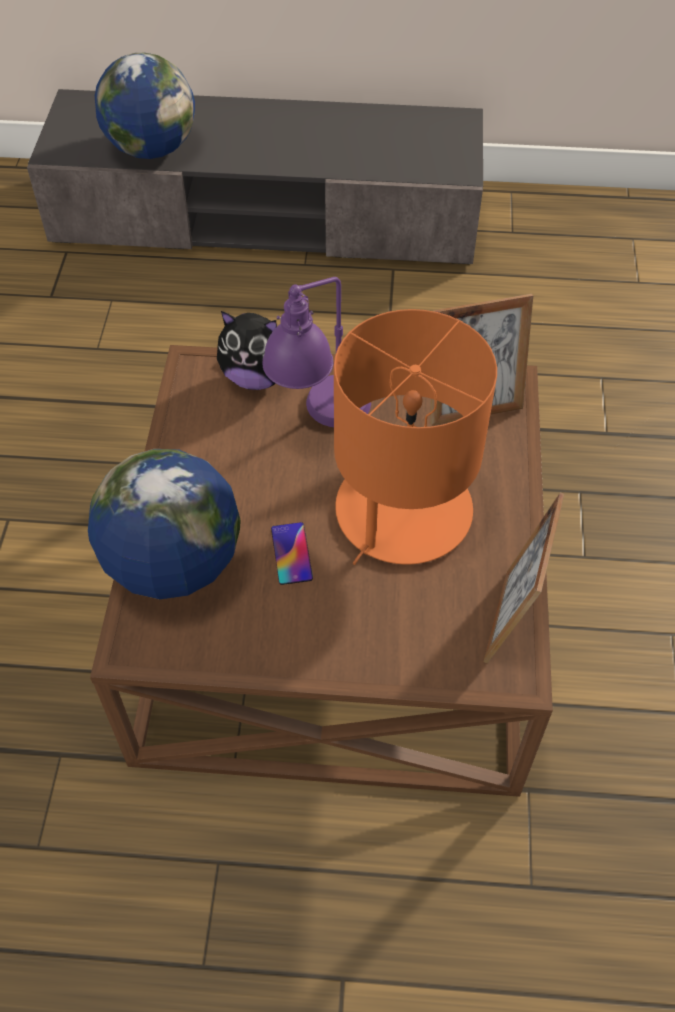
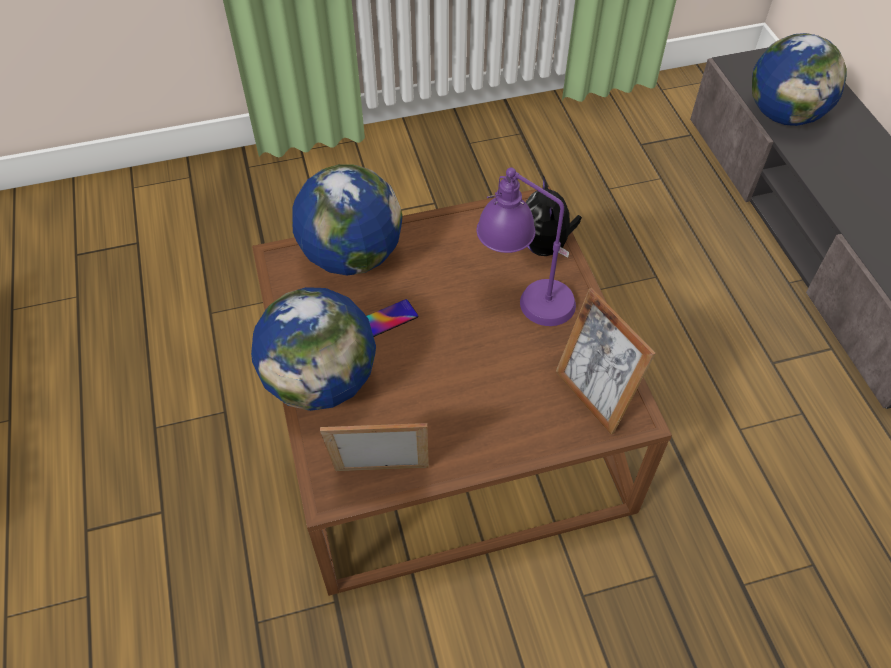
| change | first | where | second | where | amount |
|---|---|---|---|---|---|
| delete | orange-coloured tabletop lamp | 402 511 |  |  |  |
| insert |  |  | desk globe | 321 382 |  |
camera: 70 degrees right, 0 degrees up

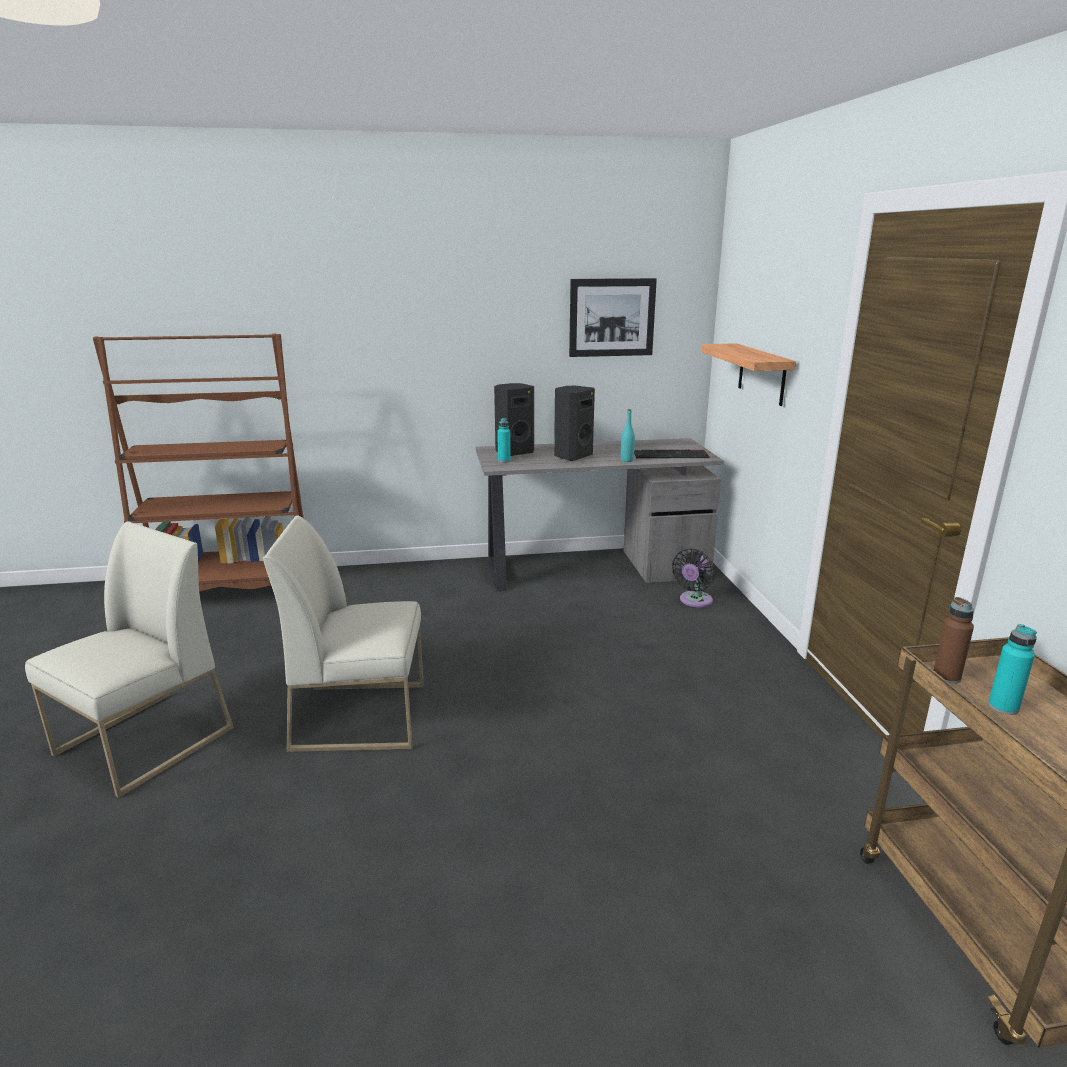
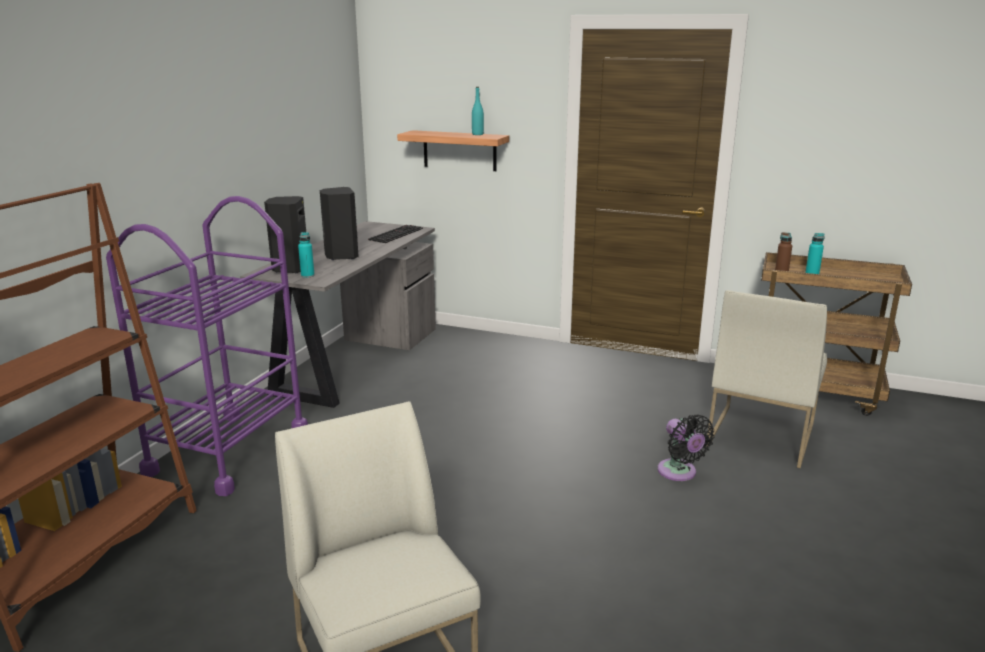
| change | first | where | second | where | amount |
|---|---|---|---|---|---|
| move | white upright chair | 361 715 |  | 759 434 |  |
| delete | wall picture | 612 317 |  |  |  |
| move | turquoise bottle | 627 460 |  | 477 134 |  |
| move | black-coloured fan | 694 601 |  | 679 473 |  |
| insert |  |  | purple cart | 228 451 |  |
camera: 60 degrees left, 0 degrees up

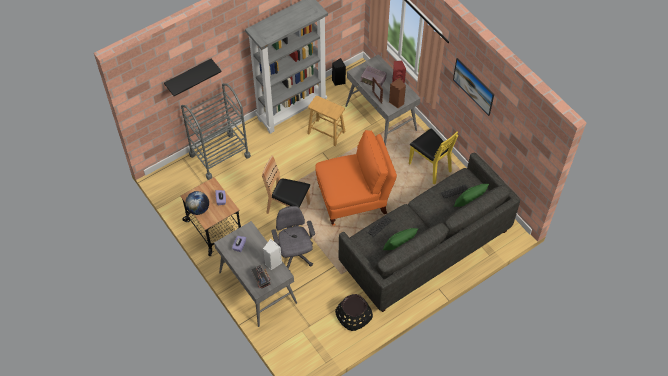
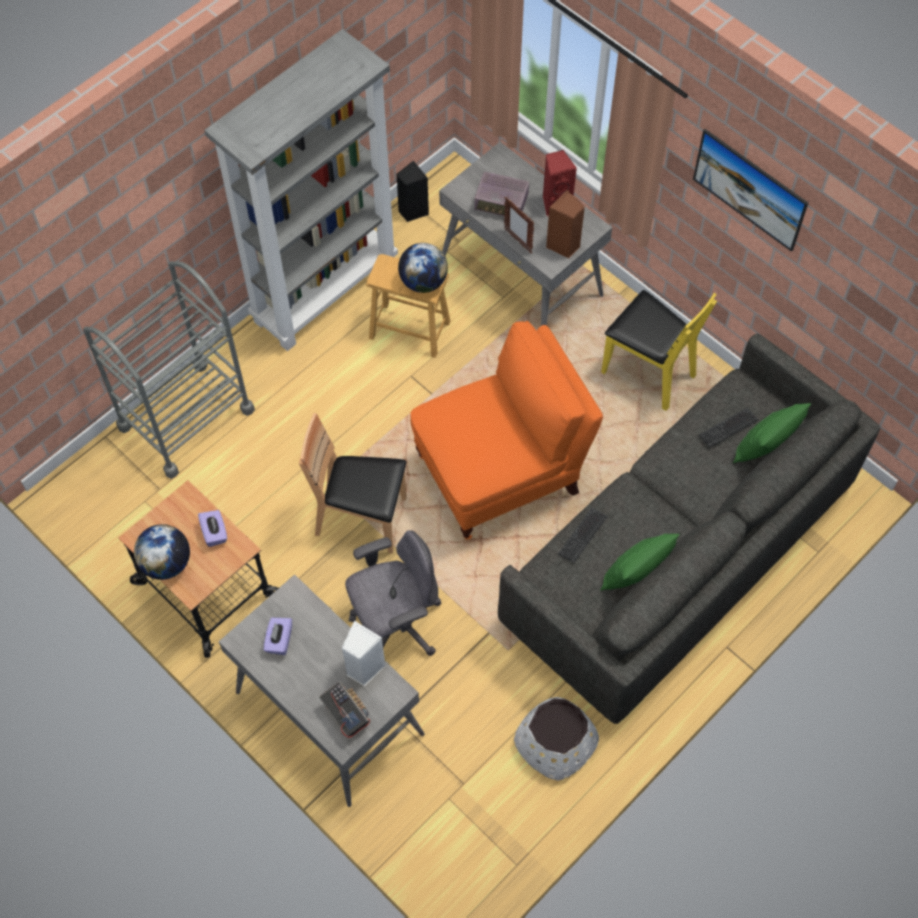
| change | first | where | second | where | amount |
|---|---|---|---|---|---|
| delete | black-coloured bracket shelf | 188 76 |  |  |  |
| rotate | gray desk chair | 294 255 |  | 396 623 | 90 degrees clockwise |
| recolor | black-coloured flower pot | 353 315 | white flower pot | 555 742 |  |
| insert |  |  | desk globe | 423 282 |  |
camera: 10 degrees left, 5 degrees up

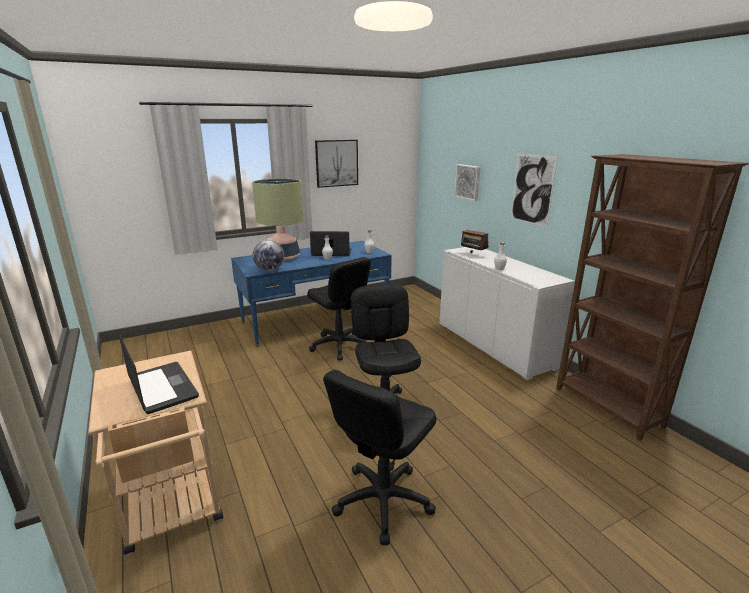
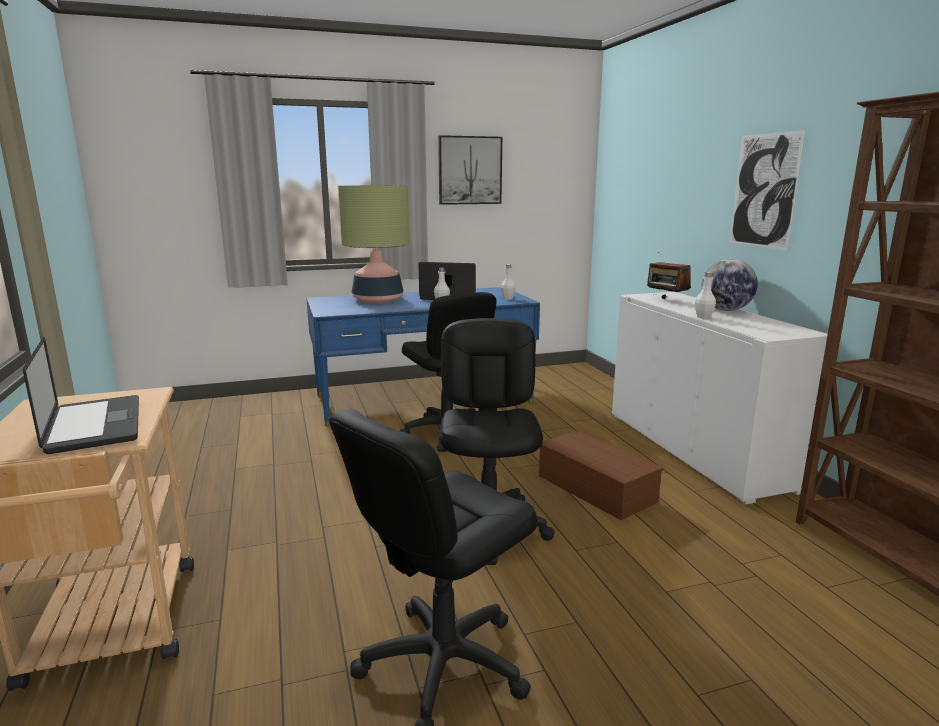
| change | first | where | second | where | amount |
|---|---|---|---|---|---|
| move | desk globe | 269 270 |  | 726 310 |  |
| delete | wall picture | 468 182 |  |  |  |
| insert |  |  | brown-coloured storage container | 598 488 |  |
camera: 10 degrees right, 5 degrees down

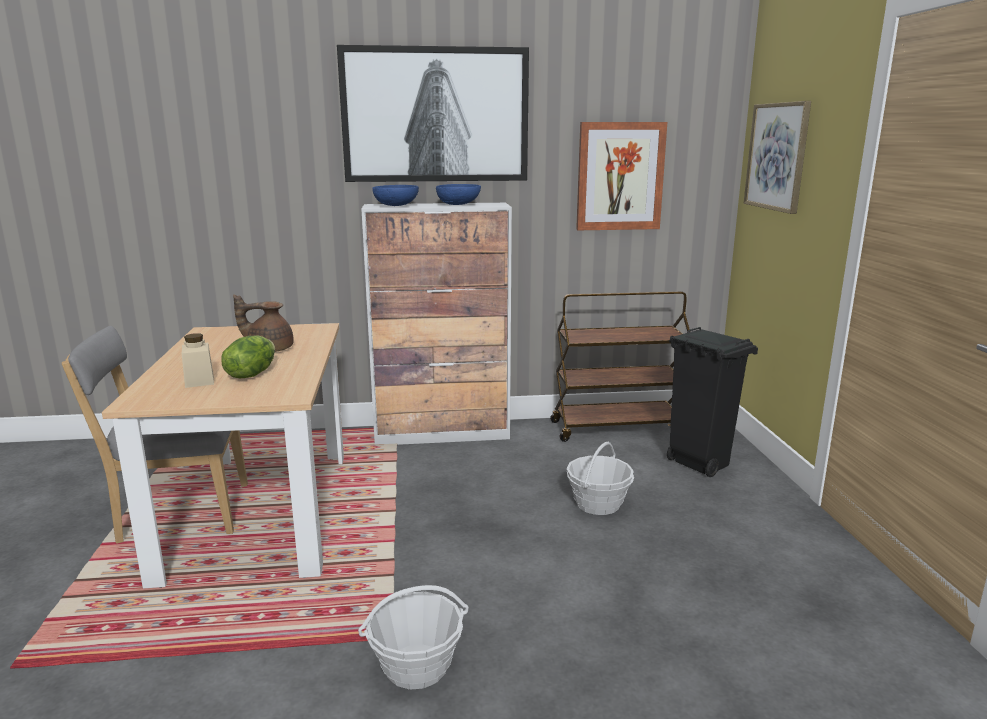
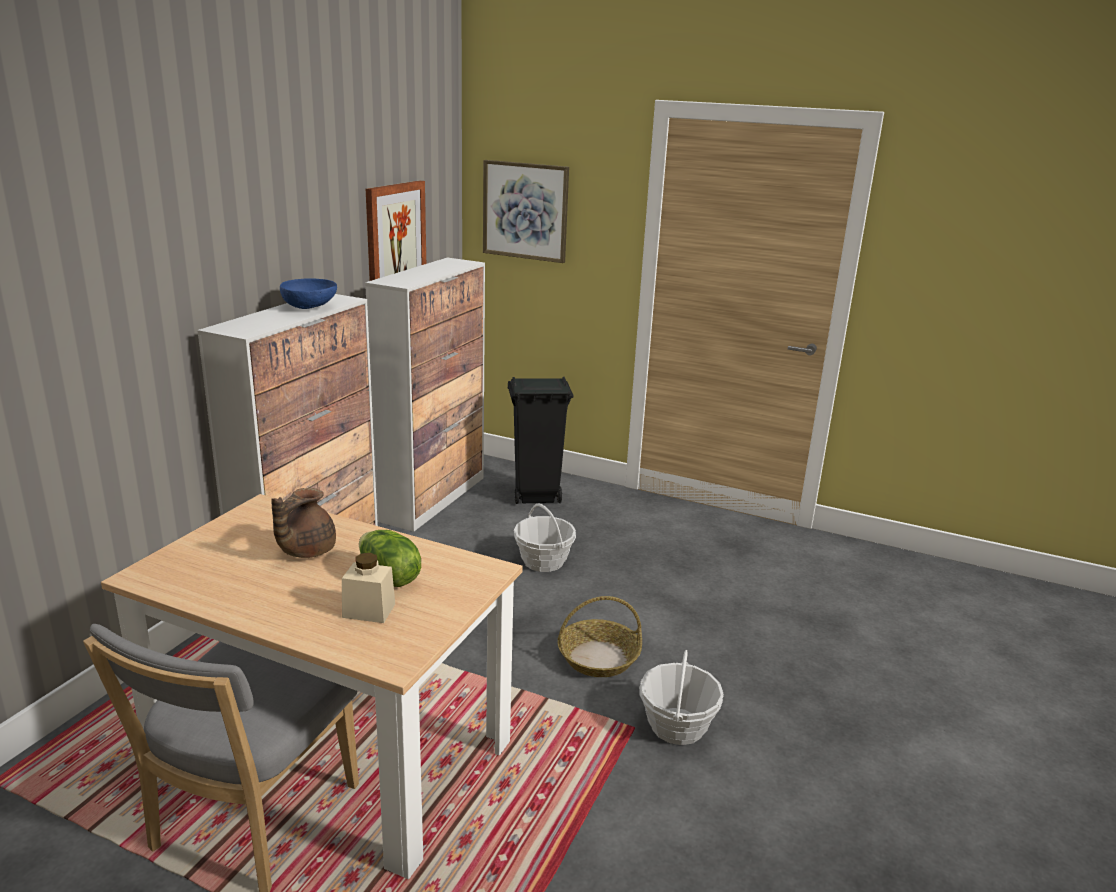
| change | first | where | second | where | amount |
|---|---|---|---|---|---|
| delete | wall picture | 435 115 |  |  |  |
| delete | blue bowl | 396 206 |  |  |  |
| replace | brown-coloured cart | 617 428 | storage cabinet | 433 498 |  |
| insert |  |  | household basket | 599 657 |  |
camera: 60 degrees left, 5 degrees up

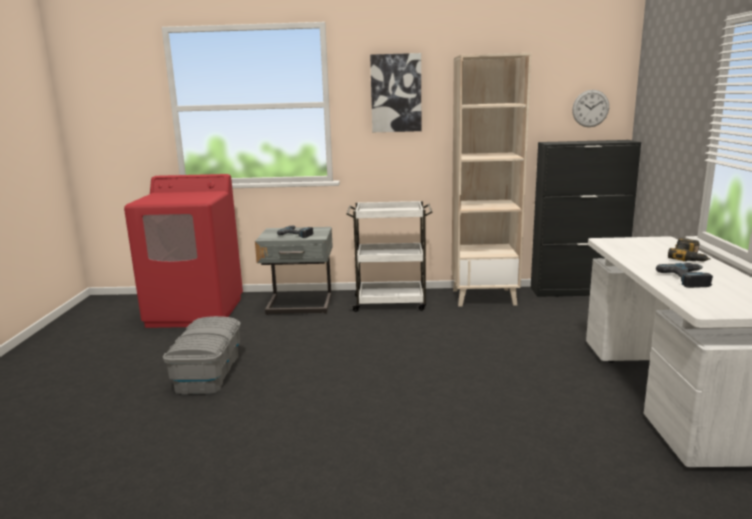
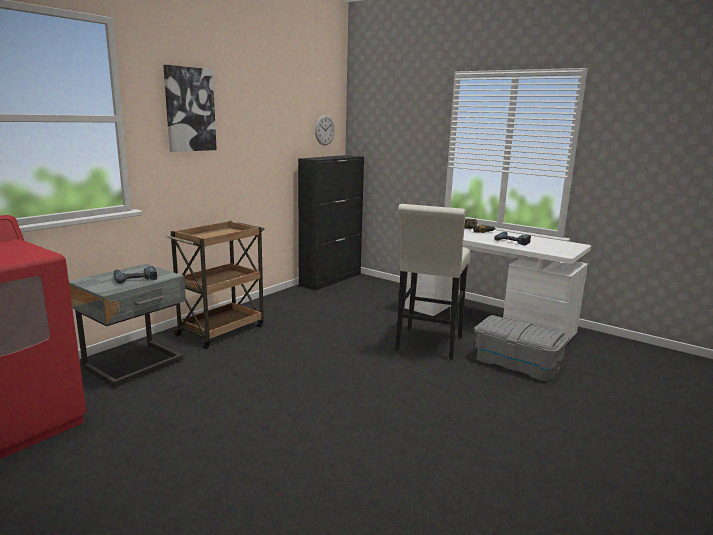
| change | first | where | second | where | amount |
|---|---|---|---|---|---|
| move | gray storage container | 208 373 |  | 517 363 |  |
| recolor | white cart | 391 303 | brown-coloured cart | 222 330 |  |
| delete | sand-coloured bookshelf | 484 297 |  |  |  |
| insert |  |  | white sitting stool | 428 345 |  |
camera: 55 degrees left, 0 degrees up

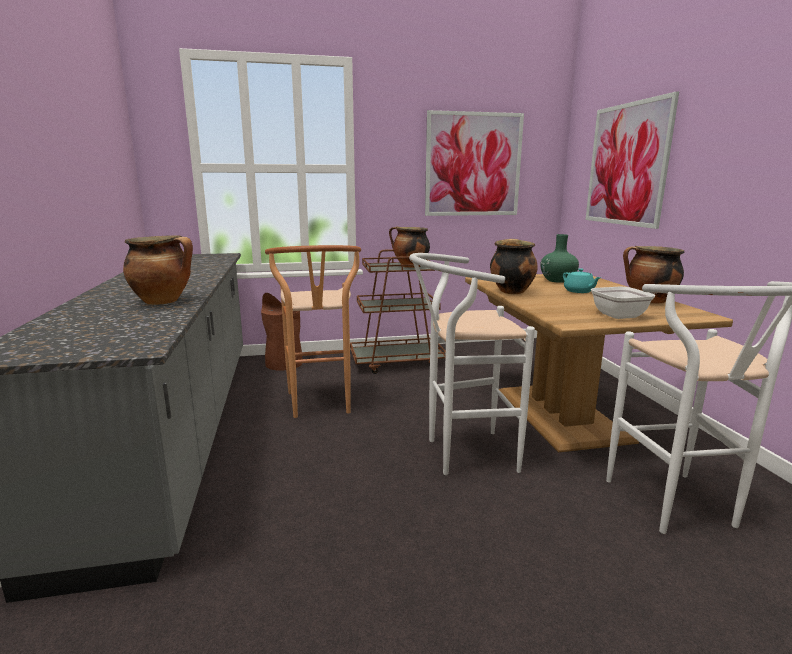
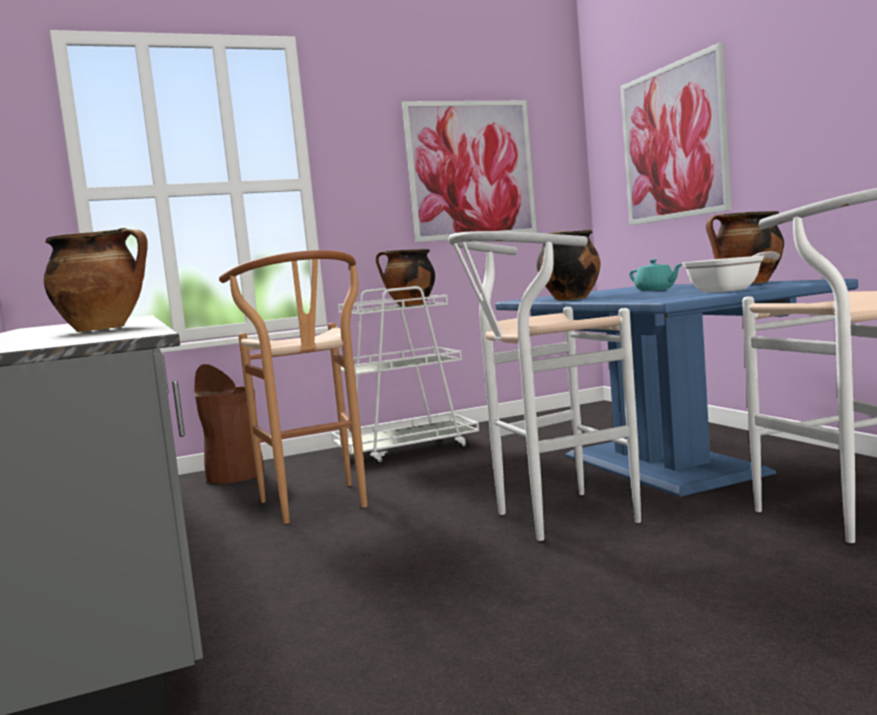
| change | first | where | second | where | amount |
|---|---|---|---|---|---|
| recolor | brown-coloured cart | 397 362 | white cart | 407 451 |  |
| recolor | brown-coloured dinner table | 562 414 | blue dinner table | 663 463 |  |
| delete | green vase | 557 280 |  |  |  |
camera: 10 degrees left, 10 degrees down

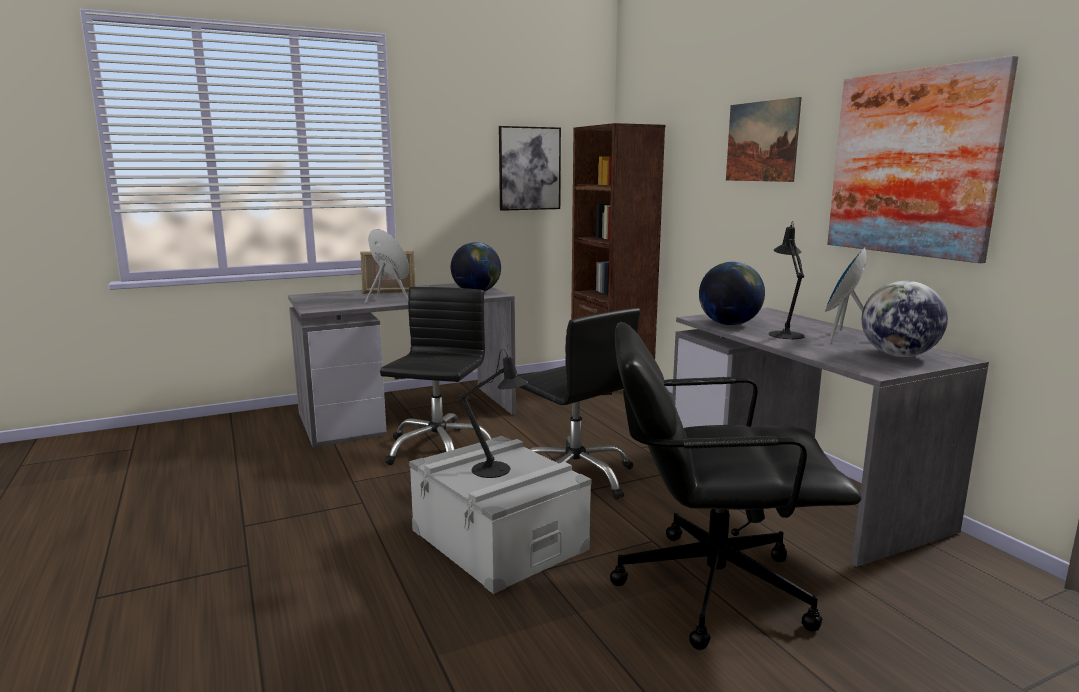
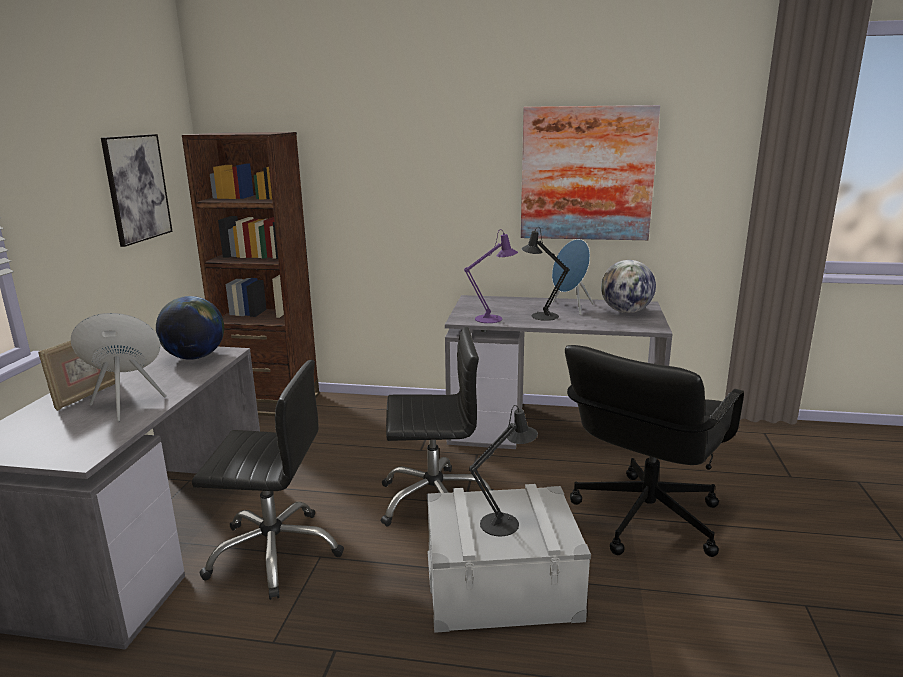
| change | first | where | second | where | amount |
|---|---|---|---|---|---|
| rotate | black-coloured desk chair | 438 449 |  | 274 552 | 135 degrees clockwise |
| replace | desk globe | 729 324 | purple tabletop lamp | 492 318 |  |
| delete | wall picture | 761 141 |  |  |  |
camera: 55 degrees left, 5 degrees up

